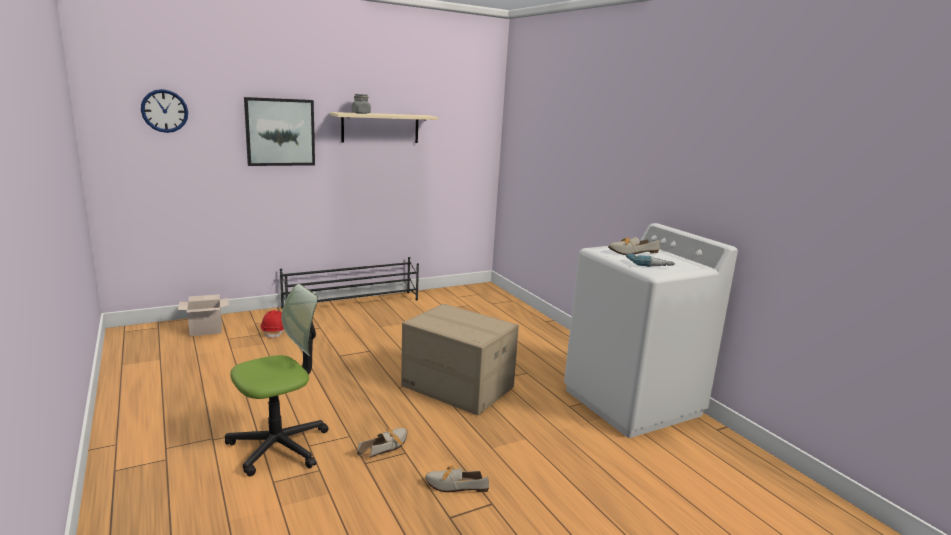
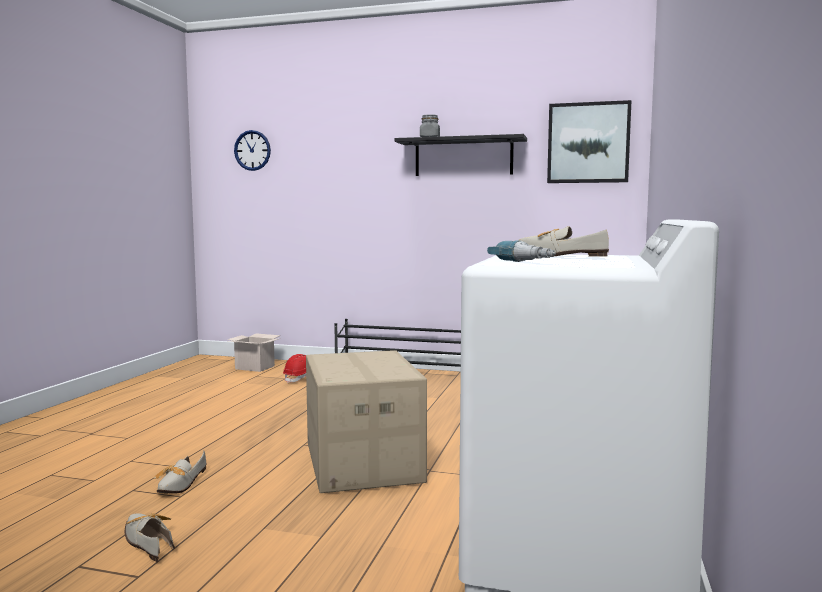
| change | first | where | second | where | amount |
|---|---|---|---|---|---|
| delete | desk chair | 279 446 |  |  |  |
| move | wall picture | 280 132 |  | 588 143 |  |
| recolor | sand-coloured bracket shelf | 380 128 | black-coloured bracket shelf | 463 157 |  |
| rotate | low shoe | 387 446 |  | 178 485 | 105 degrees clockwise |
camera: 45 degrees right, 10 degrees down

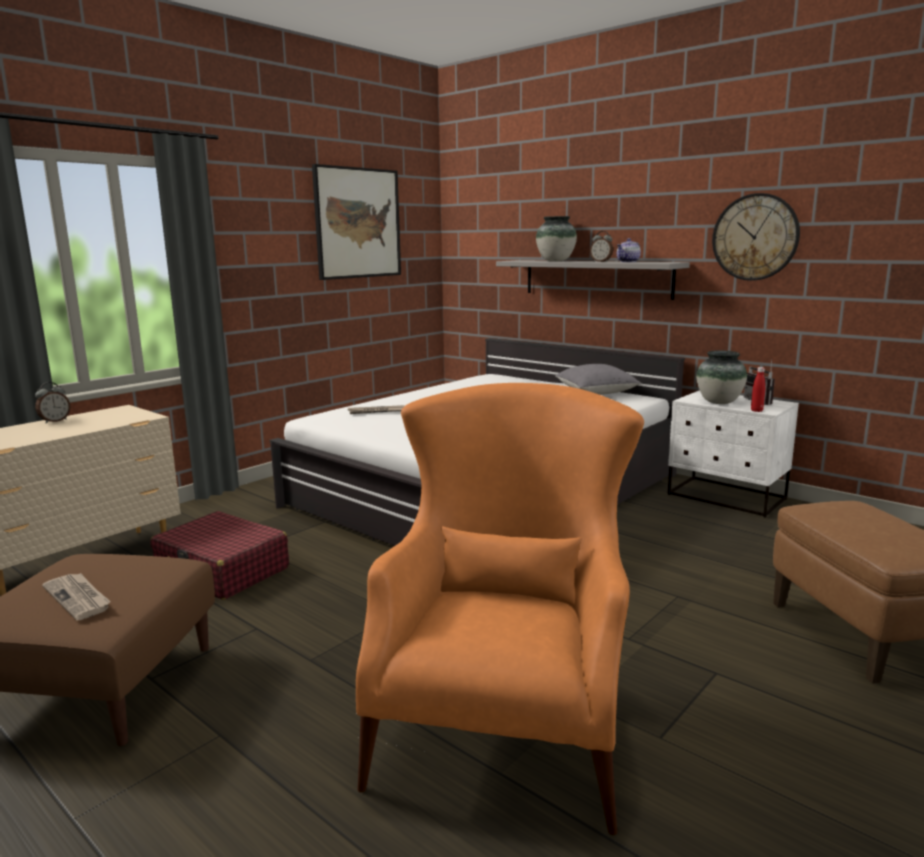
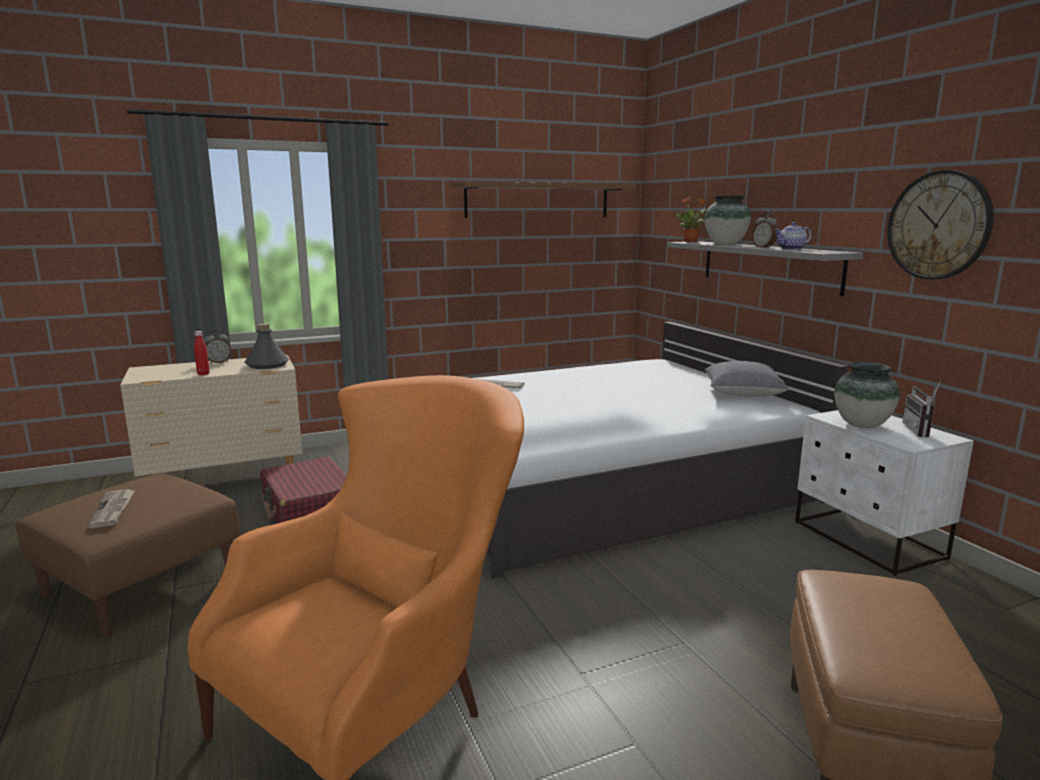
| change | first | where | second | where | amount |
|---|---|---|---|---|---|
| replace | wall picture | 357 223 | brown-coloured bracket shelf | 538 200 |  |
| move | reddish bottle | 756 410 |  | 203 374 |  |
| insert |  |  | gray bottle | 267 365 |  |
| insert |  |  | potted plant | 691 242 |  |
camera: 25 degrees right, 0 degrees up

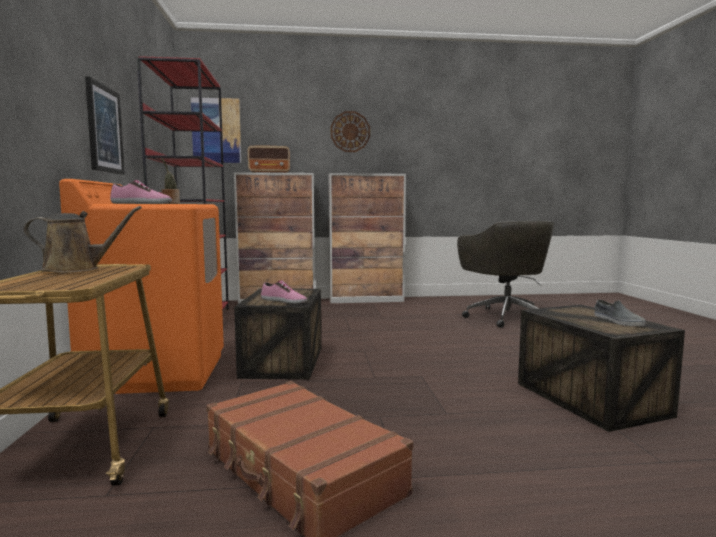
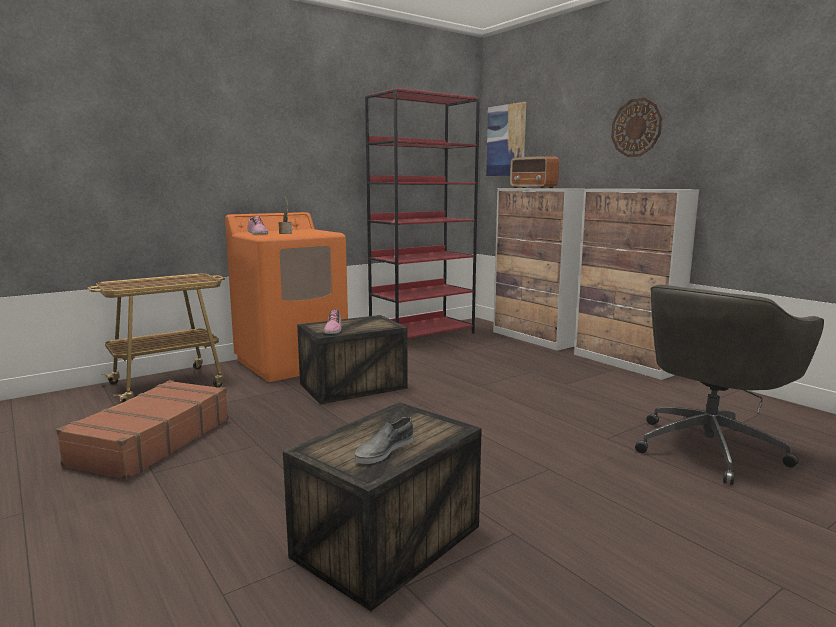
| change | first | where | second | where | amount |
|---|---|---|---|---|---|
| delete | brown-coloured sprinkling can | 76 269 |  |  |  |
| delete | wall picture | 104 129 |  |  |  |
camera: 60 degrees right, 5 degrees up

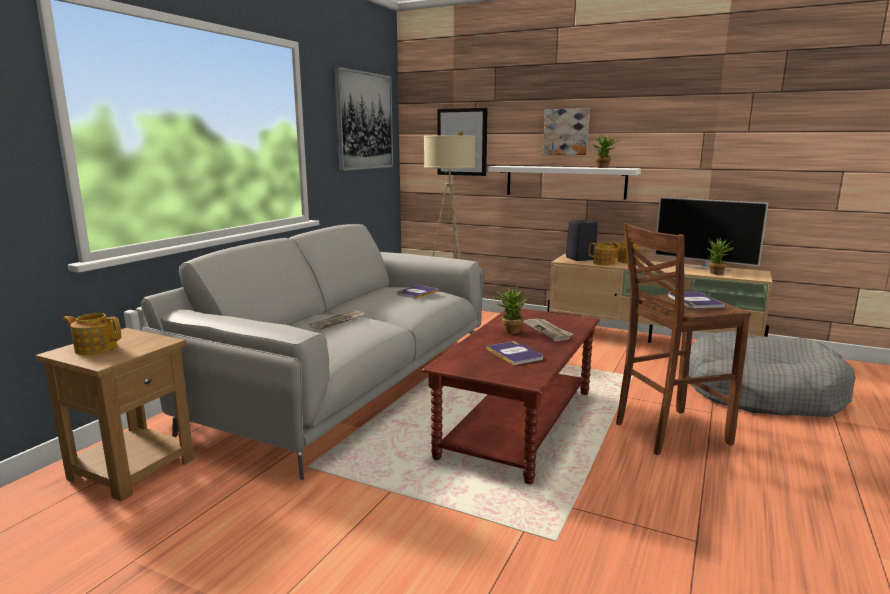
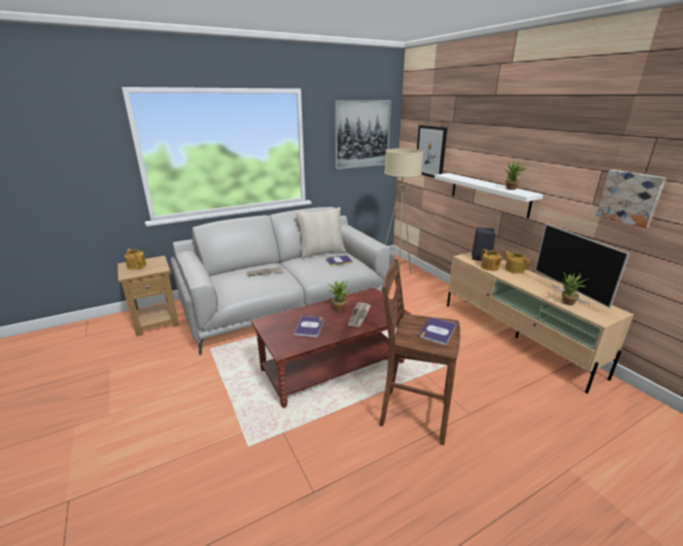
| change | first | where | second | where | amount |
|---|---|---|---|---|---|
| move | wall picture | 566 132 |  | 630 197 |  |
| delete | gray dog cushion | 760 392 |  |  |  |
| insert |  |  | sand-coloured throw pillow | 321 252 |  |
camera: 35 degrees right, 10 degrees up

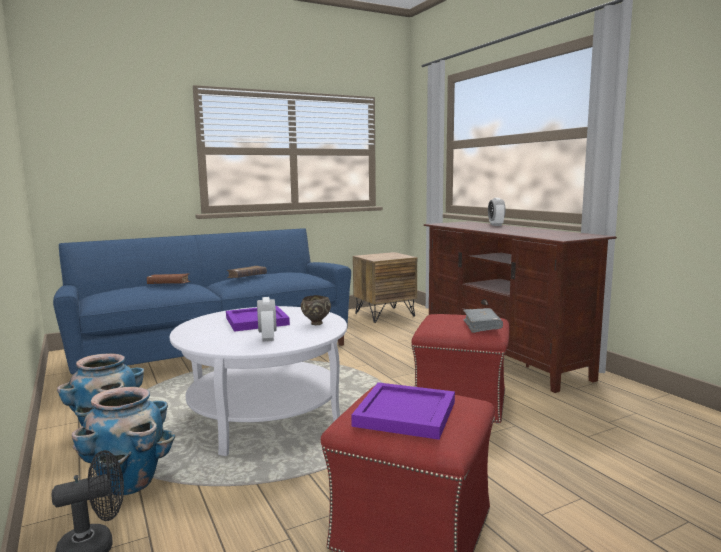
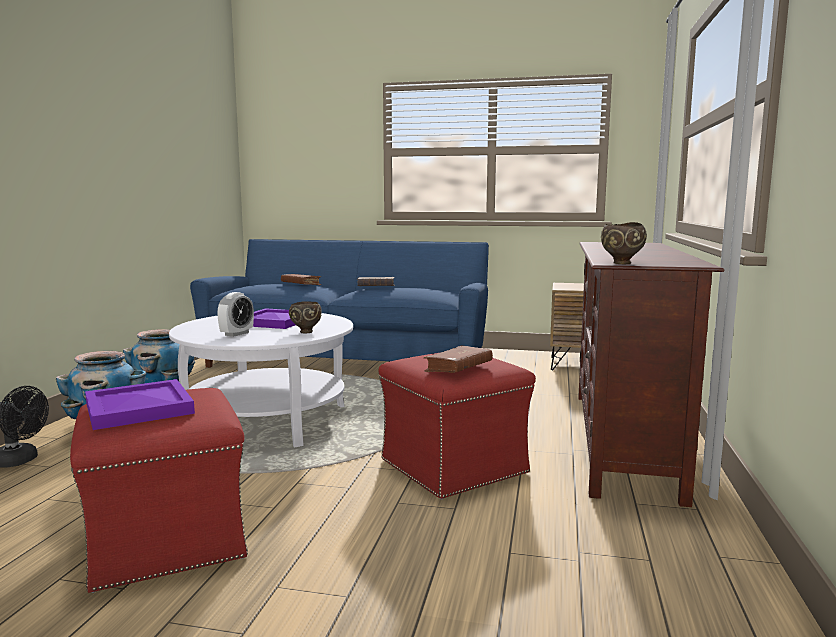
| change | first | where | second | where | amount |
|---|---|---|---|---|---|
| recolor | gray bound book | 482 326 | brown-coloured bound book | 458 369 |  |
| delete | bedside clock | 496 225 |  |  |  |
| insert |  |  | brown-coloured bowl | 621 263 |  |
camera: 40 degrees right, 0 degrees up

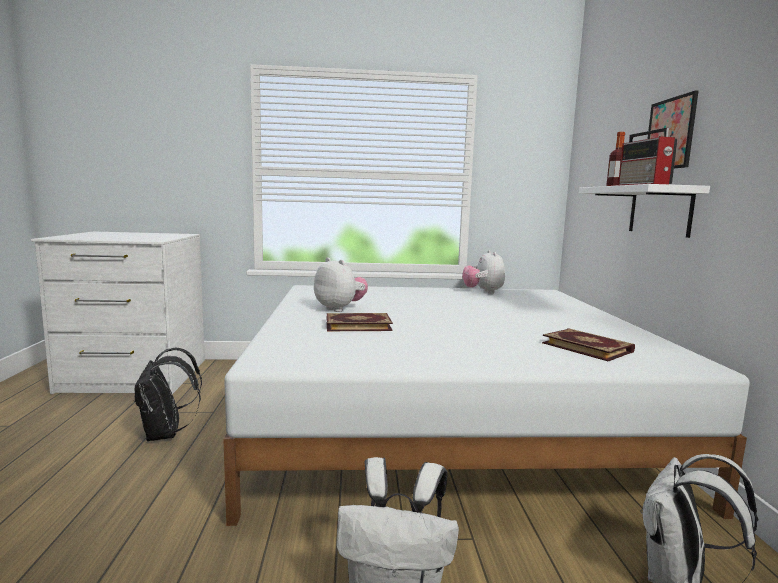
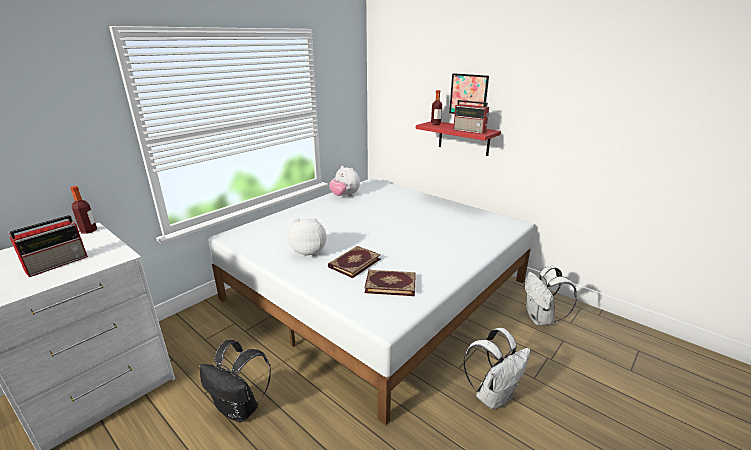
| change | first | where | second | where | amount |
|---|---|---|---|---|---|
| move | bound book | 587 347 |  | 390 284 |  |
| recolor | white bracket shelf | 660 211 | reddish bracket shelf | 463 138 |  |
| insert |  |  | radio receiver | 58 263 |  |
| insert |  |  | bottle | 89 231 |  |
camera: 45 degrees left, 15 degrees up

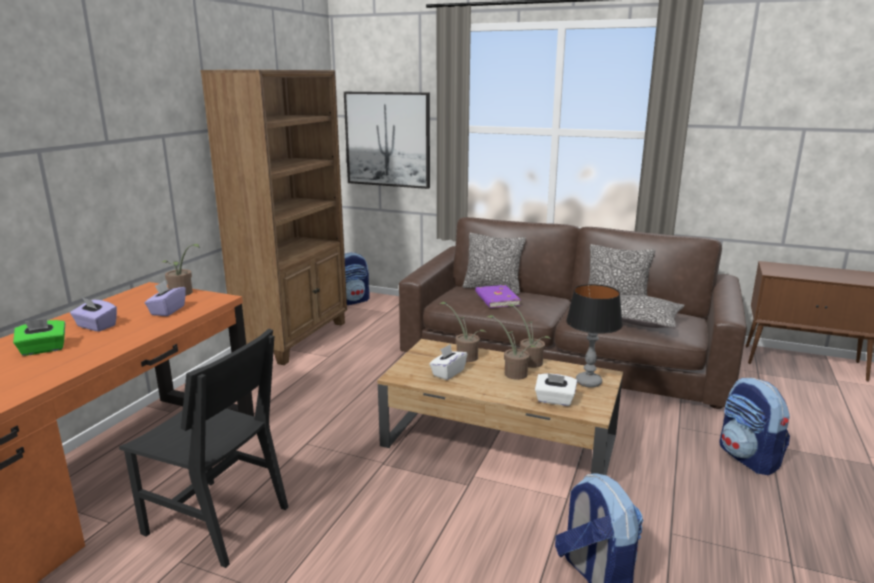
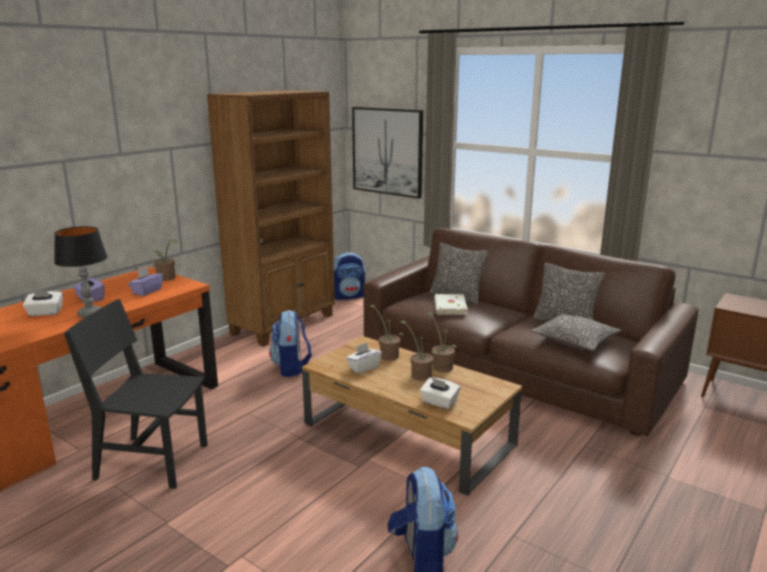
| change | first | where | second | where | amount |
|---|---|---|---|---|---|
| recolor | green tissue box | 43 349 | white tissue box | 45 313 |  |
| rotate | black-coloured upright chair | 216 520 |  | 152 461 | 150 degrees clockwise |
| recolor | purple bound book | 496 299 | white bound book | 449 307 |  |
| move | tabletop lamp | 588 382 |  | 90 314 |  |
| move | knapsack | 748 458 |  | 291 368 |  |
camera: 15 degrees right, 0 degrees up

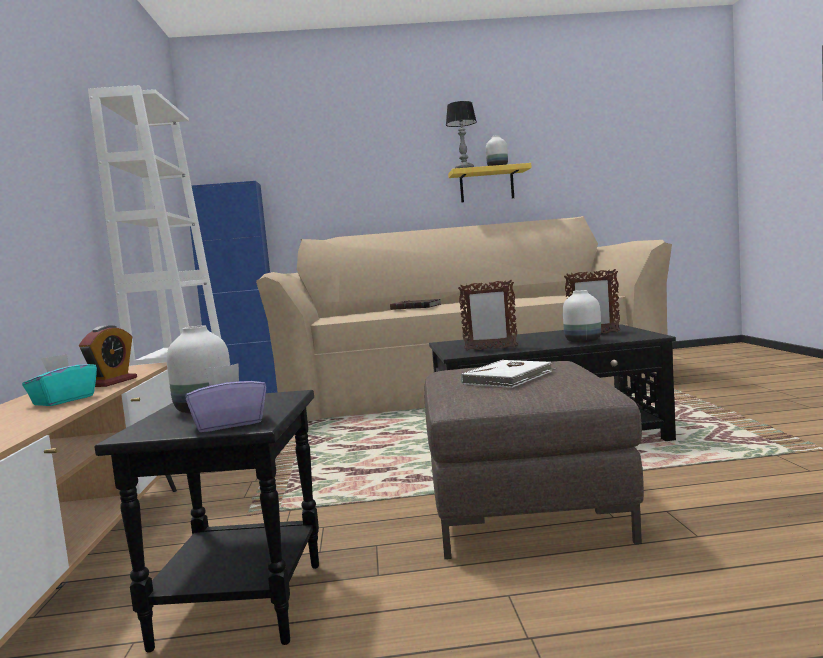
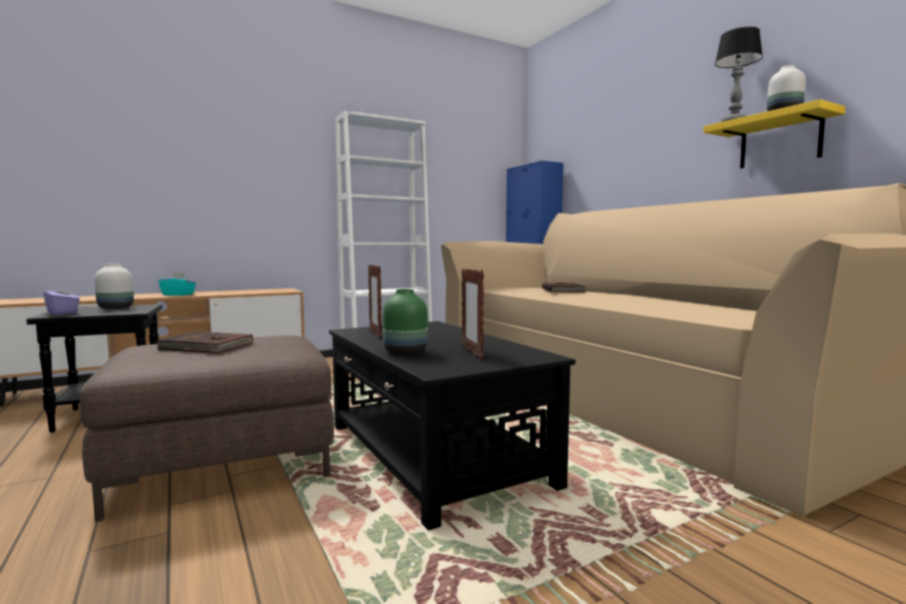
| change | first | where | second | where | amount |
|---|---|---|---|---|---|
| delete | bedside clock | 112 382 |  |  |  |
| recolor | white bound book | 509 377 | brown-coloured bound book | 206 346 |  |
| recolor | white vase | 582 341 | green vase | 404 352 |  |
camera: 65 degrees right, 0 degrees up

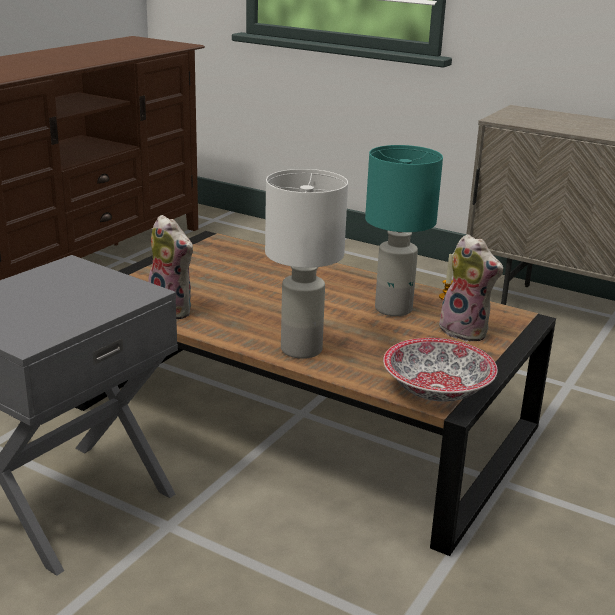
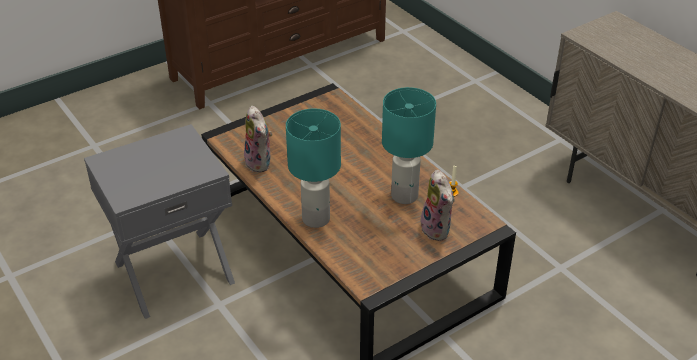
| change | first | where | second | where | amount |
|---|---|---|---|---|---|
| recolor | white tabletop lamp | 300 349 | turquoise tabletop lamp | 315 218 |  |
| delete | bowl | 437 390 |  |  |  |
camera: 25 degrees right, 15 degrees up

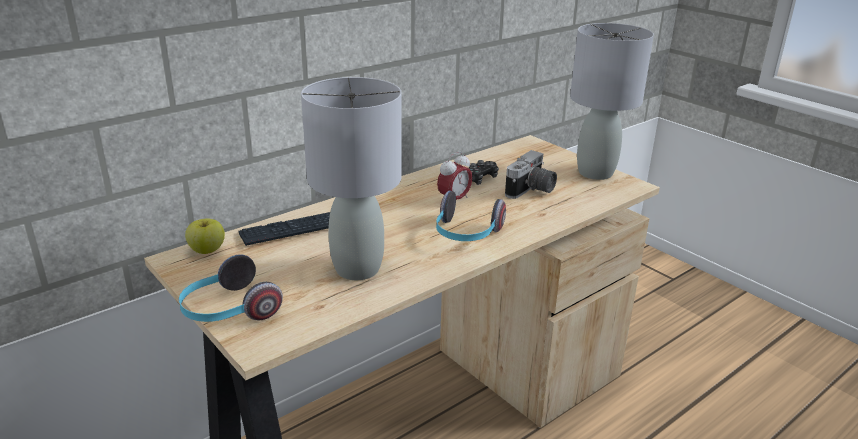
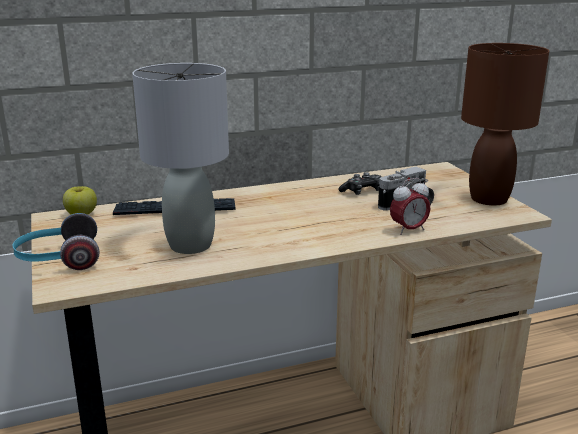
| change | first | where | second | where | amount |
|---|---|---|---|---|---|
| delete | headphones | 466 234 |  |  |  |
| move | bedside clock | 454 200 |  | 408 230 |  |
| recolor | gray tabletop lamp | 595 172 | brown-coloured tabletop lamp | 489 199 |  |
camera: 20 degrees right, 5 degrees down

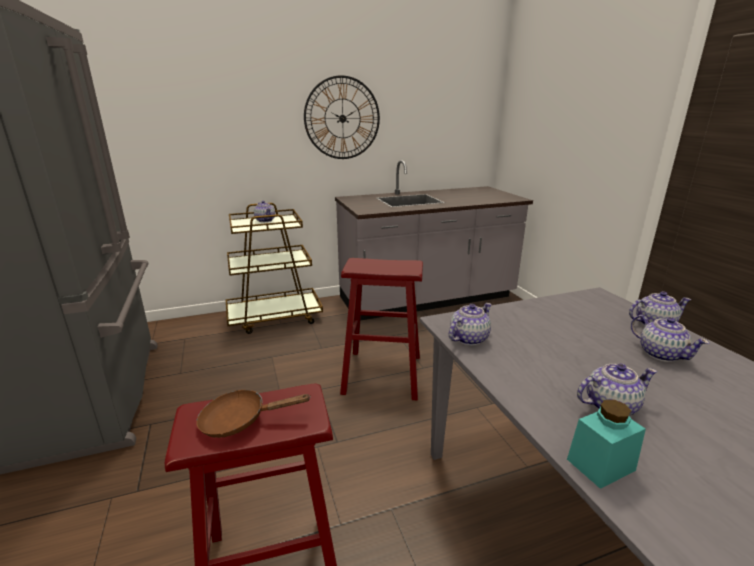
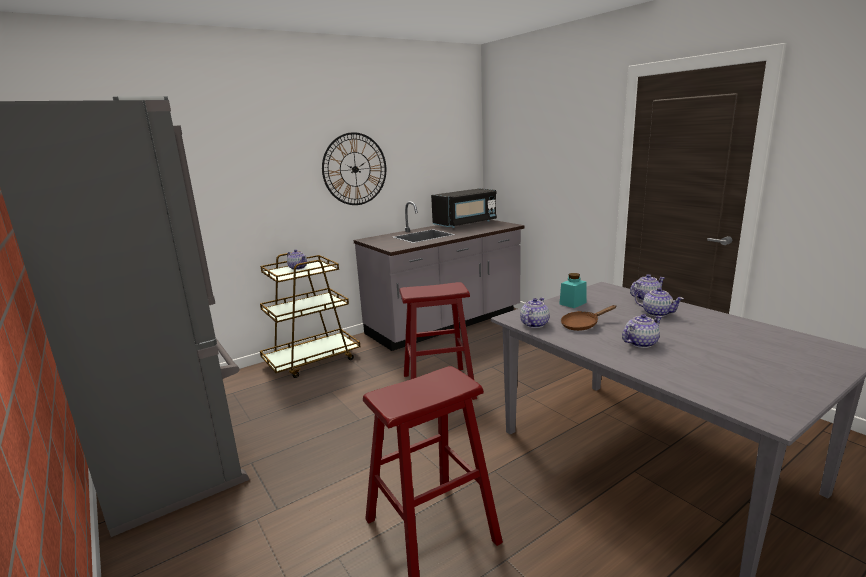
| change | first | where | second | where | amount |
|---|---|---|---|---|---|
| move | brown-coloured frying pan | 240 420 |  | 582 325 |  |
| move | turquoise jar | 600 465 |  | 573 303 |  |
| insert |  |  | black-coloured microwave oven | 466 223 |  |
camera: 15 degrees left, 5 degrees down

